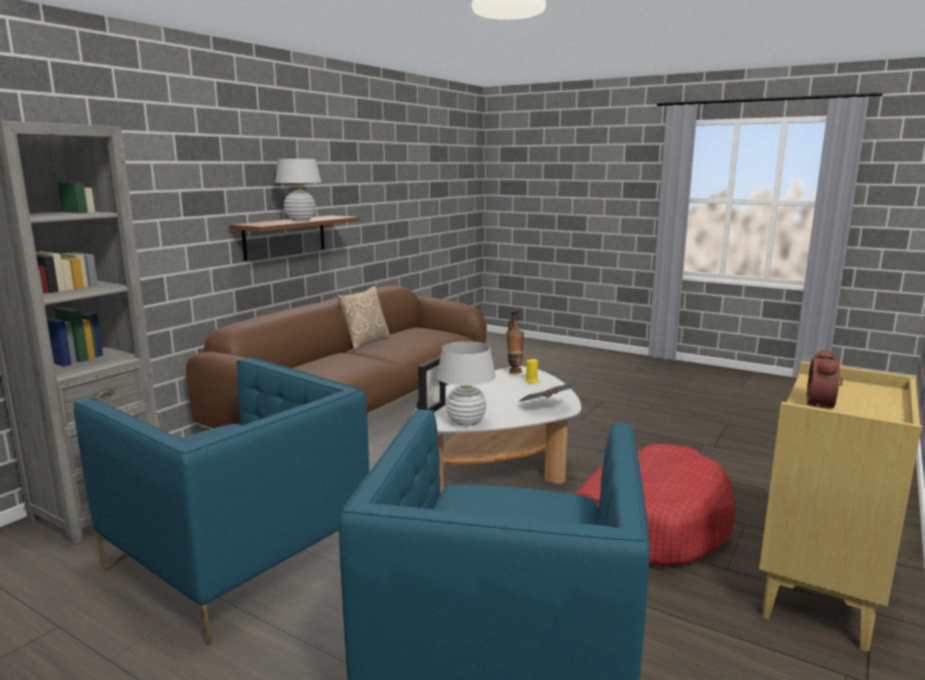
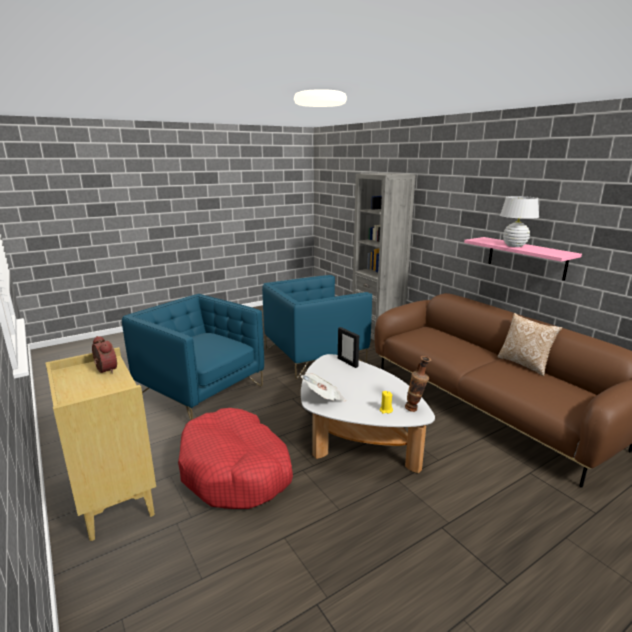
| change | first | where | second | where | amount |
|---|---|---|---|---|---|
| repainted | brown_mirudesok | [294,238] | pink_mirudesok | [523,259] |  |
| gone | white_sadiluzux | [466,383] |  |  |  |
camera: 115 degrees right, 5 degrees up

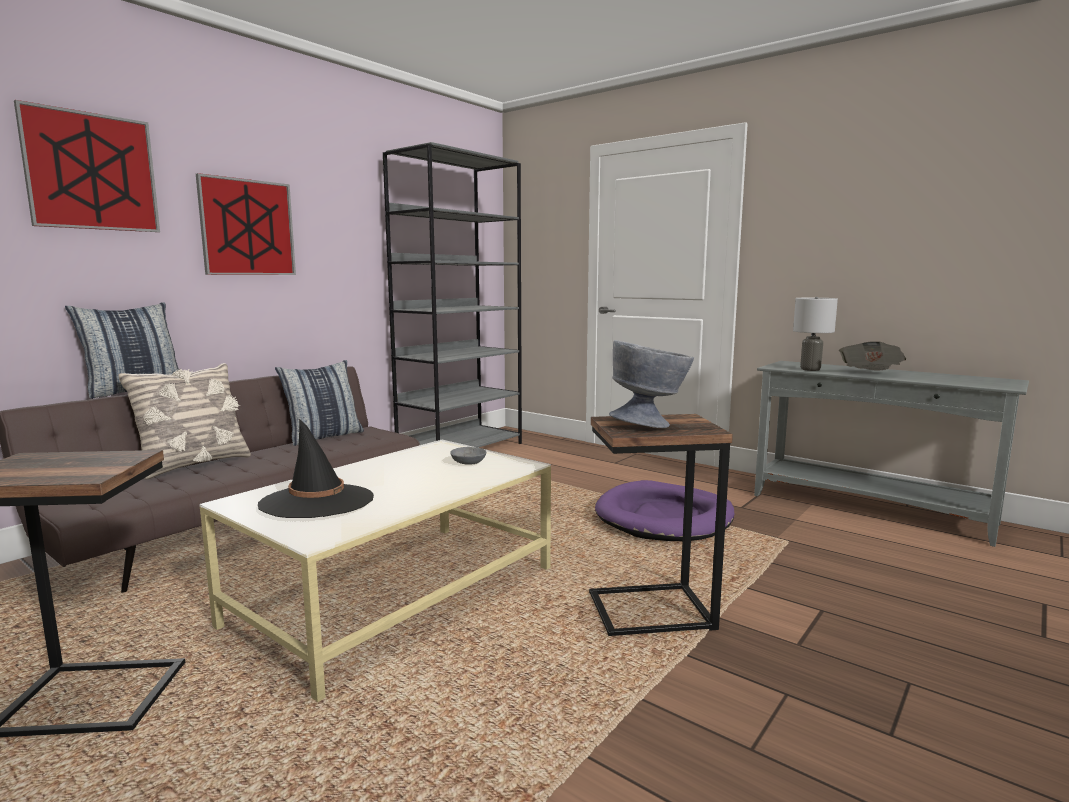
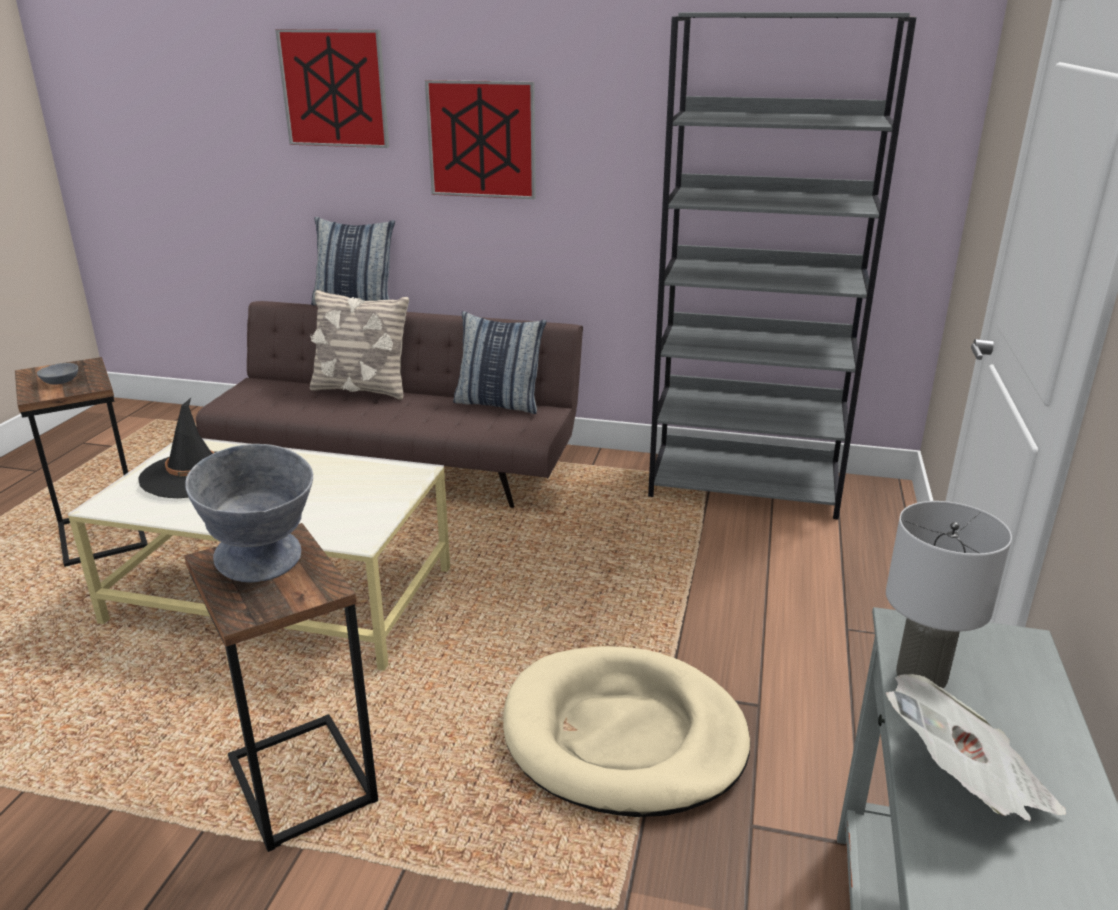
| change | first | where | second | where | amount |
|---|---|---|---|---|---|
| shifted | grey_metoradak | [468,456] |  | [57,374] |  |
| repainted | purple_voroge | [665,510] | beige_voroge | [626,731] |  |
camera: 65 degrees right, 15 degrees up

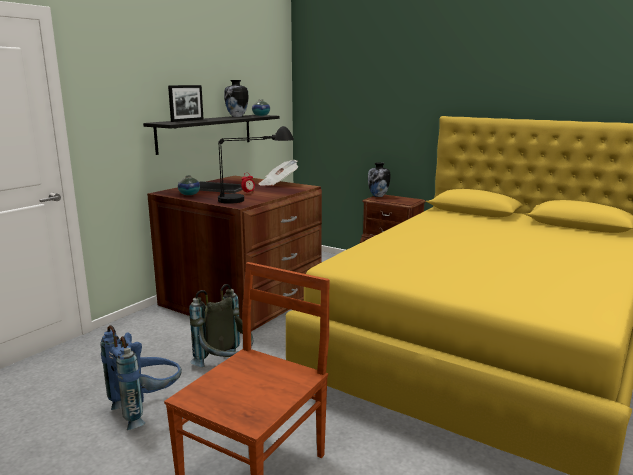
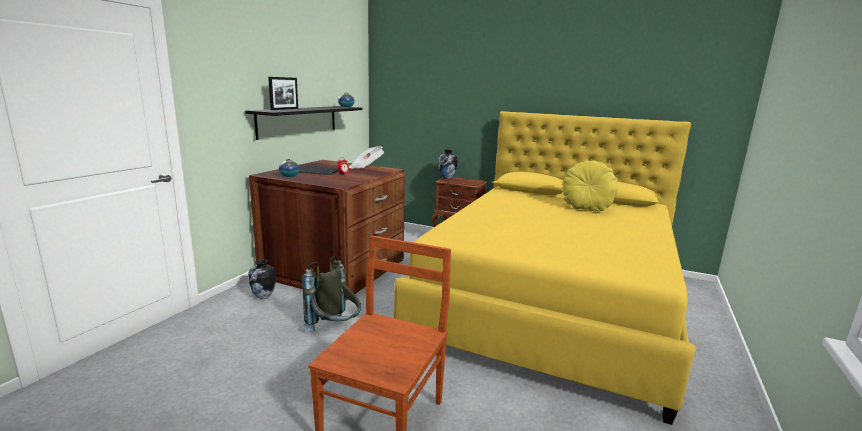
| change | first | where | second | where | amount |
|---|---|---|---|---|---|
| shifted | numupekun | [236,98] |  | [262,279] |  |
| new |  |  | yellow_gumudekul | [590,185] |  |
| gone | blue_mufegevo | [141,377] |  |  |  |
| gone | black_sadiluzux | [256,165] |  |  |  |
camera: 10 degrees left, 0 degrees up

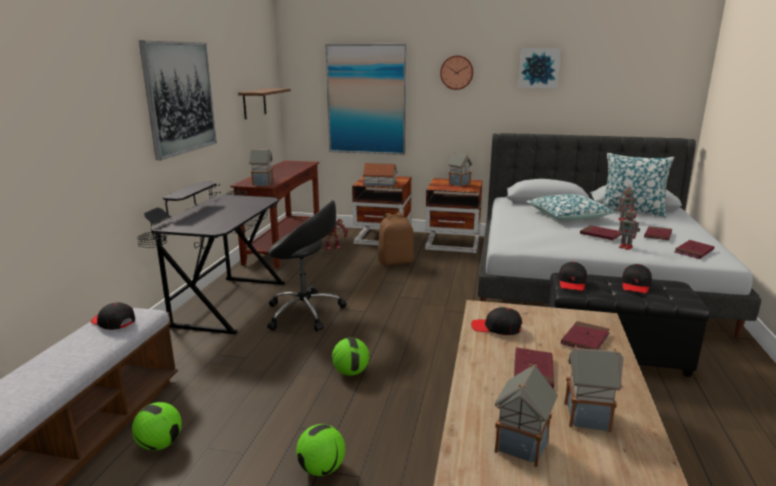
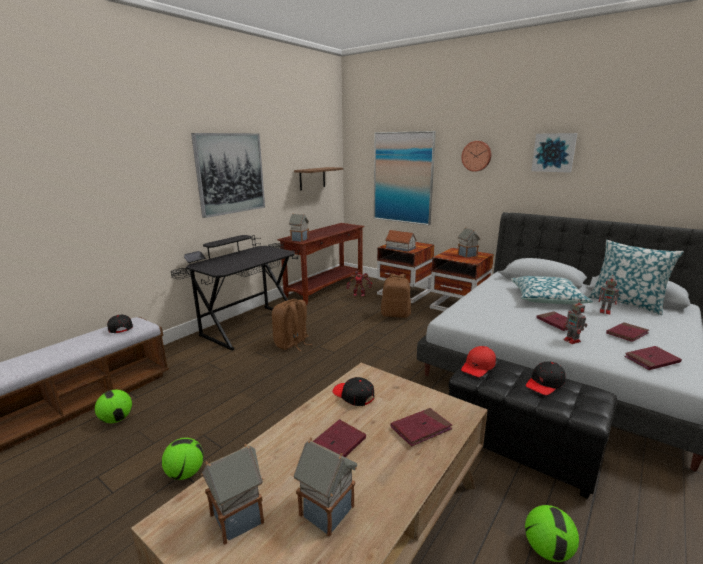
| change | first | where | second | where | amount |
|---|---|---|---|---|---|
| swapped | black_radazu | [307,265] | brown_mufegevo | [292,325] |  |
| repainted | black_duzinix | [573,276] | red_duzinix | [478,361] |  |
| shifted | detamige | [350,357] |  | [552,533] |  |
camera: 25 degrees right, 0 degrees up

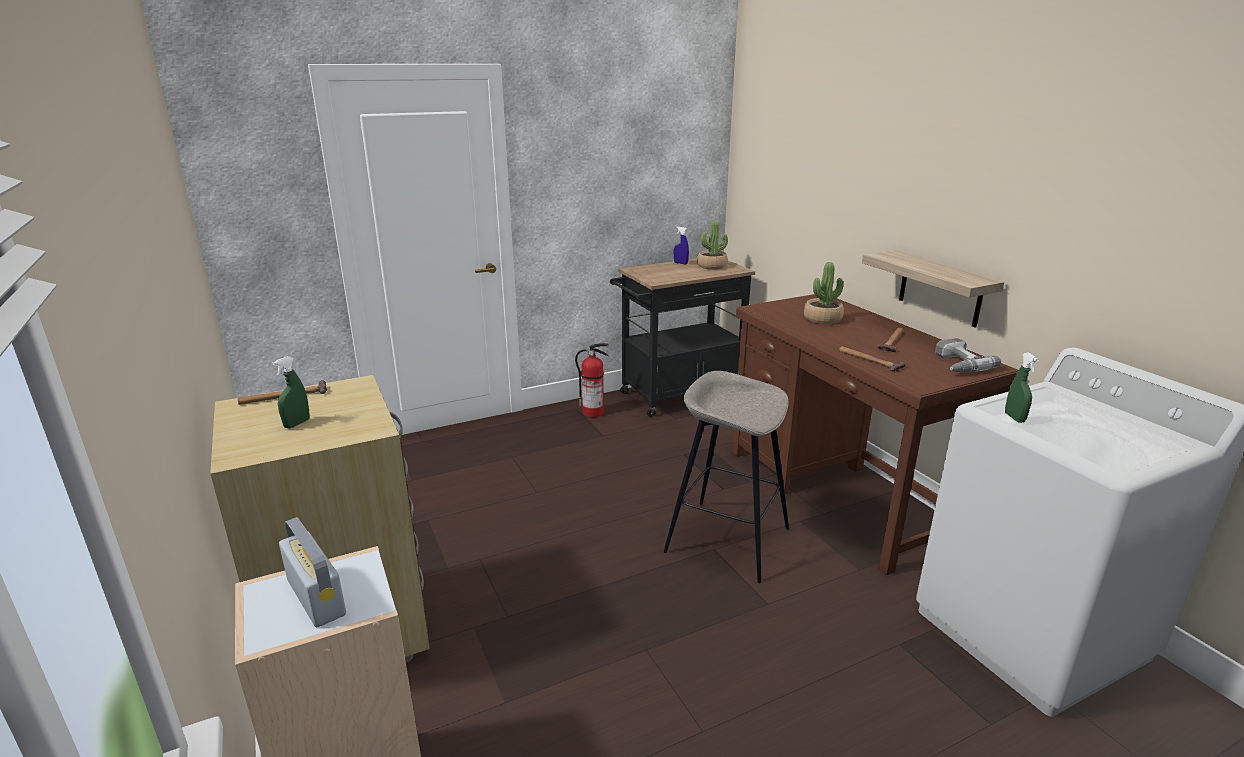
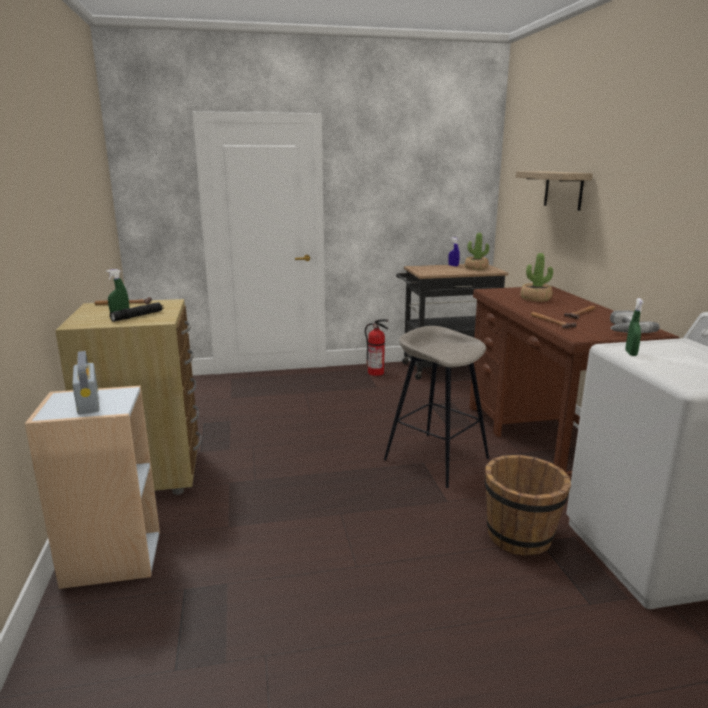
| change | first | where | second | where | amount |
|---|---|---|---|---|---|
| new |  |  | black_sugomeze | [137,312] |  |
| new |  |  | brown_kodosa | [528,505] |  |
| shifted | mirudesok | [933,289] |  | [554,191] |  |
camera: 15 degrees right, 5 degrees down

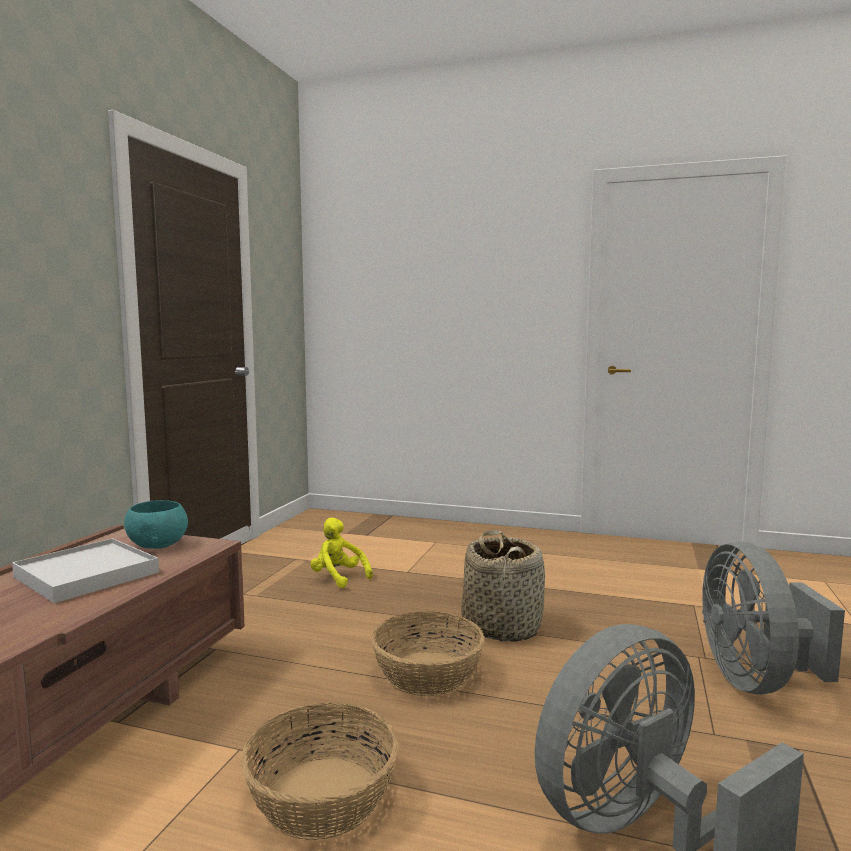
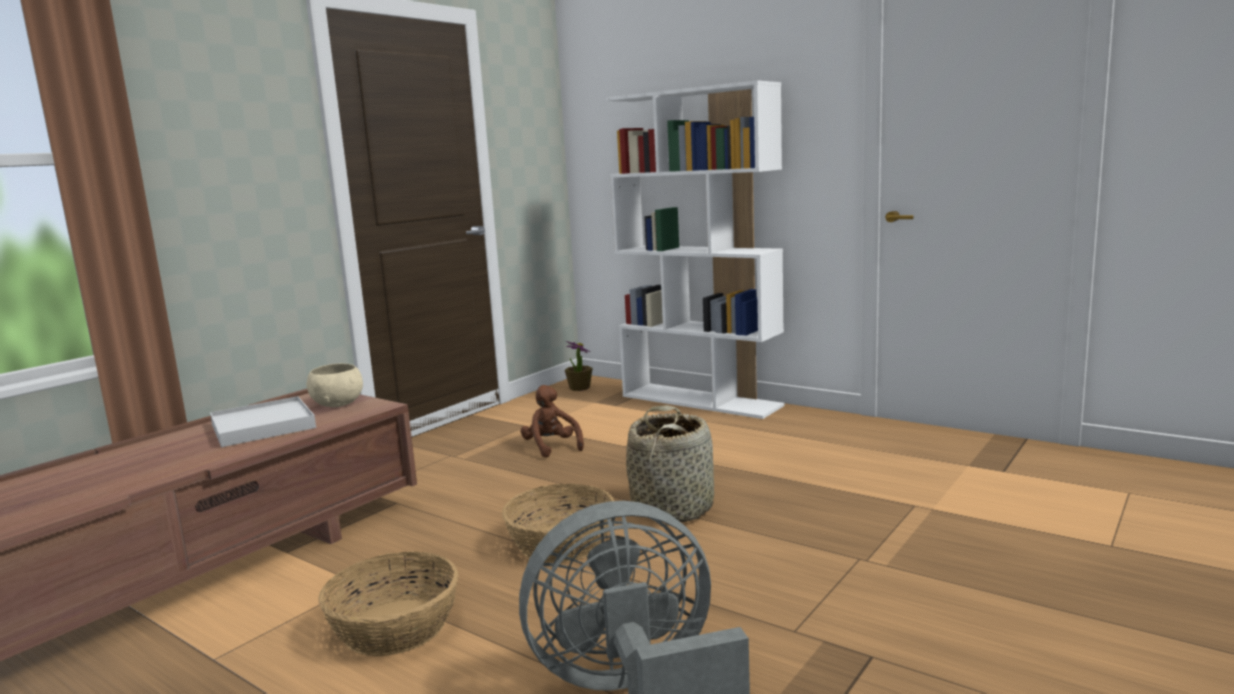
| change | first | where | second | where | amount |
|---|---|---|---|---|---|
| repainted | turquoise_metoradak | [156,524] | beige_metoradak | [335,385] |  |
| repainted | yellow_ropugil | [341,552] | brown_ropugil | [552,421] |  |
| new |  |  | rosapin | [579,366] |  |
| new |  |  | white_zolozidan | [695,249] |  |
| gone | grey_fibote | [773,618] |  |  |  |
camera: 20 degrees right, 5 degrees up

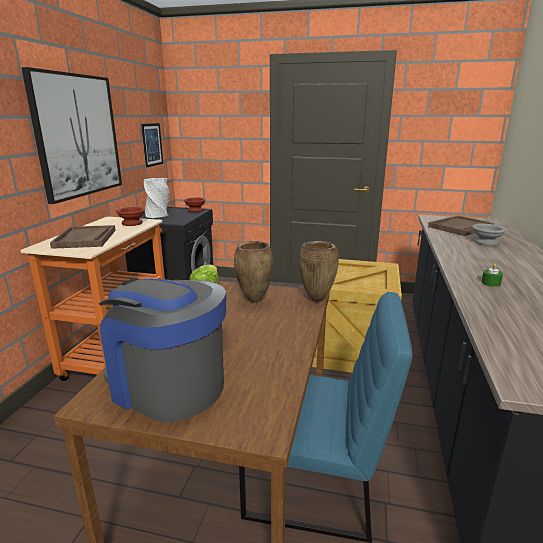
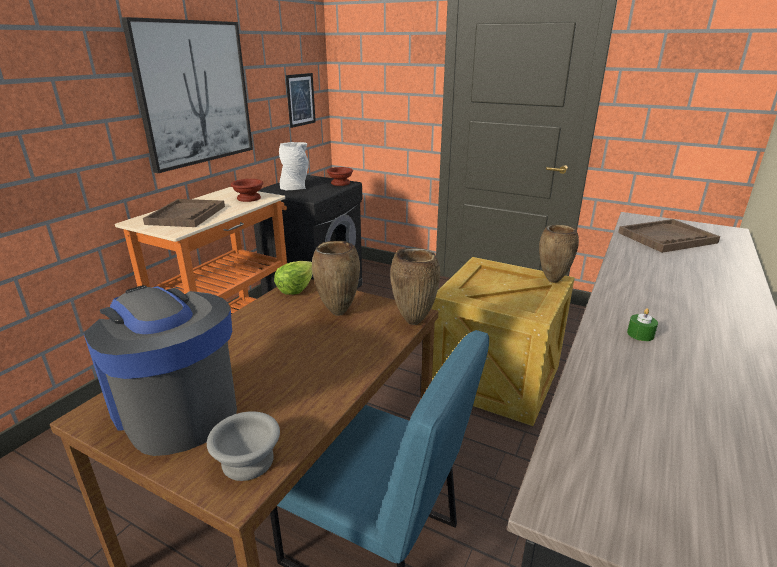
| change | first | where | second | where | amount |
|---|---|---|---|---|---|
| shifted | grey_metoradak | [489,235] |  | [243,446] |  |
| new |  |  | brown_numupekun | [559,254] |  |
camera: 15 degrees right, 5 degrees up

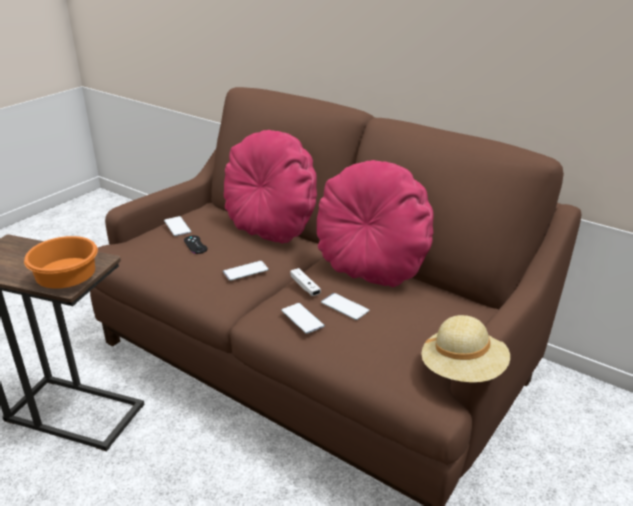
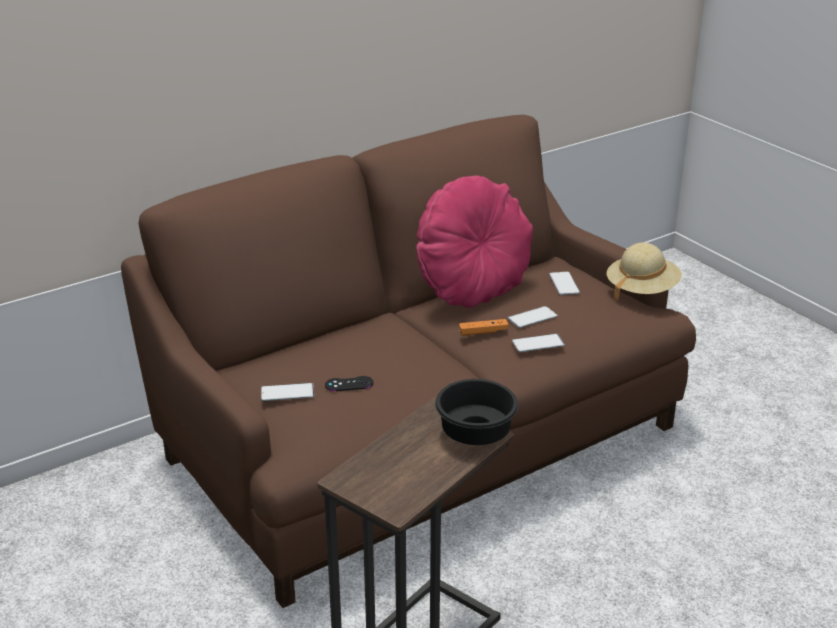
| change | first | where | second | where | amount |
|---|---|---|---|---|---|
| repainted | orange_metoradak | [61,262] | black_metoradak | [476,412] |  |
| repainted | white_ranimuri | [305,282] | orange_ranimuri | [483,327] |  |
| shifted | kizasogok | [246,271] |  | [564,283] |  |
| gone | pink_gumudekul | [270,186] |  |  |  |
camera: 70 degrees left, 0 degrees up

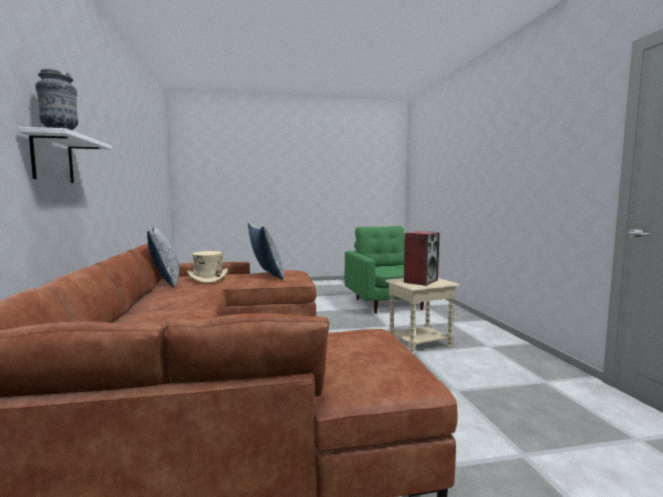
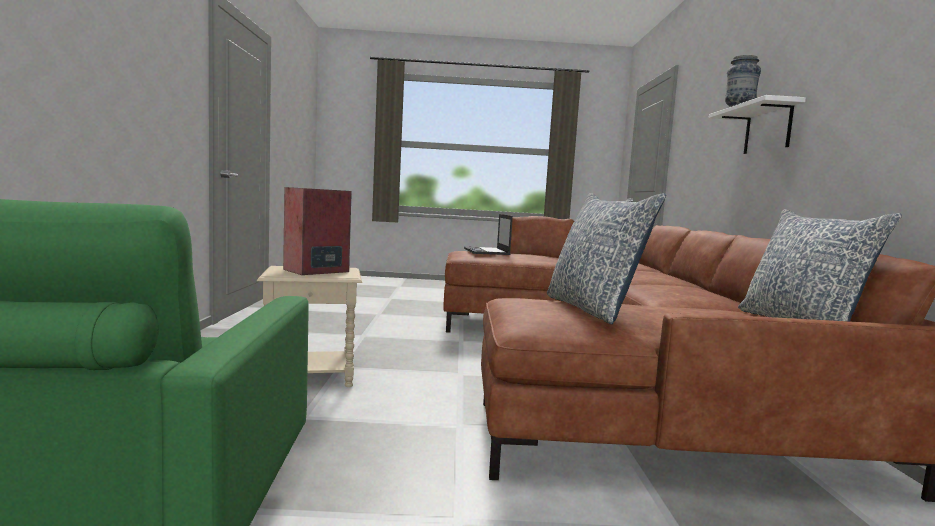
| change | first | where | second | where | amount |
|---|---|---|---|---|---|
| new |  |  | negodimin | [488,234] |  |
| gone | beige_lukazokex | [207,267] |  |  |  |
camera: 170 degrees left, 0 degrees up

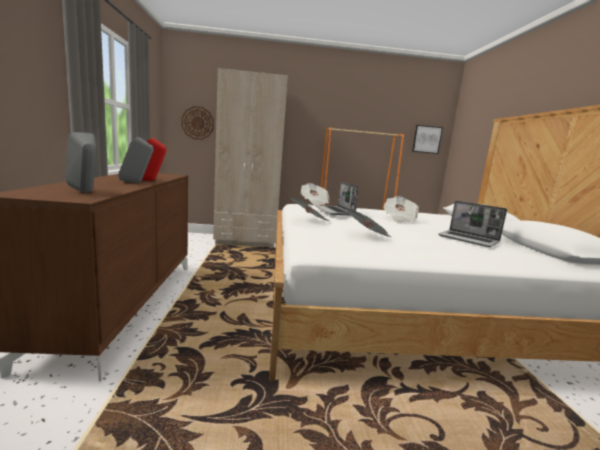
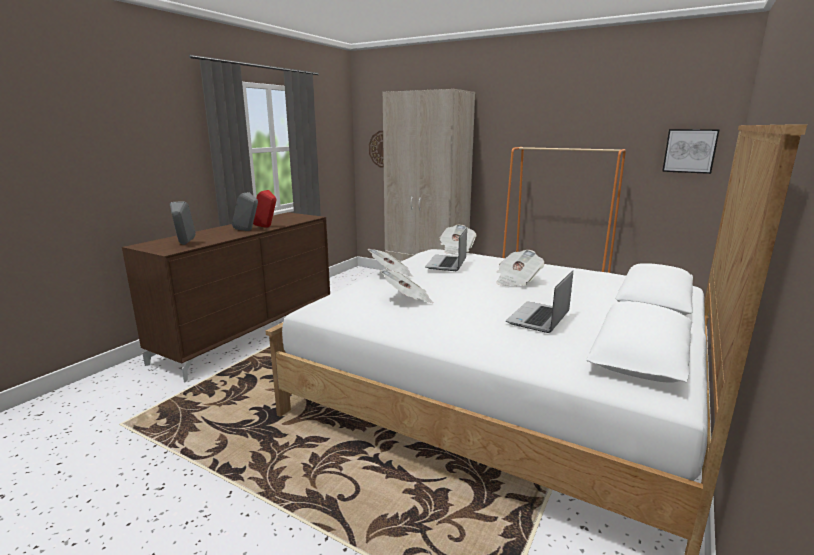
| change | first | where | second | where | amount |
|---|---|---|---|---|---|
| rotated | negodimin | [472,224] |  | [539,302] | 45 degrees clockwise |
camera: 35 degrees right, 5 degrees up

